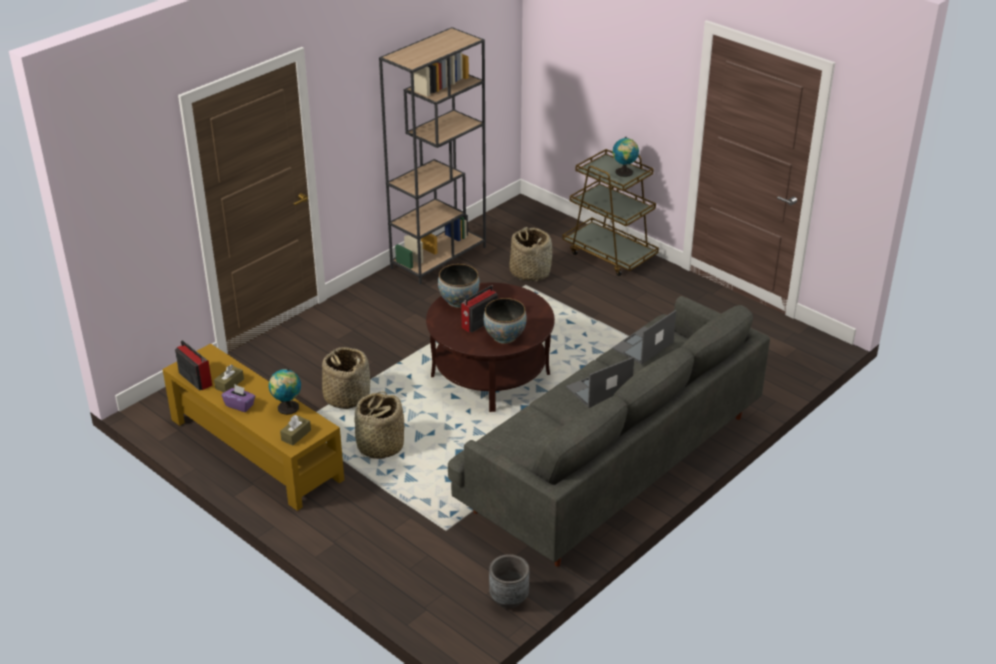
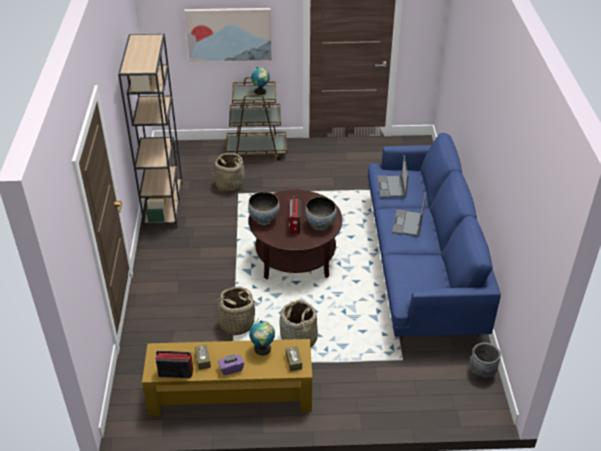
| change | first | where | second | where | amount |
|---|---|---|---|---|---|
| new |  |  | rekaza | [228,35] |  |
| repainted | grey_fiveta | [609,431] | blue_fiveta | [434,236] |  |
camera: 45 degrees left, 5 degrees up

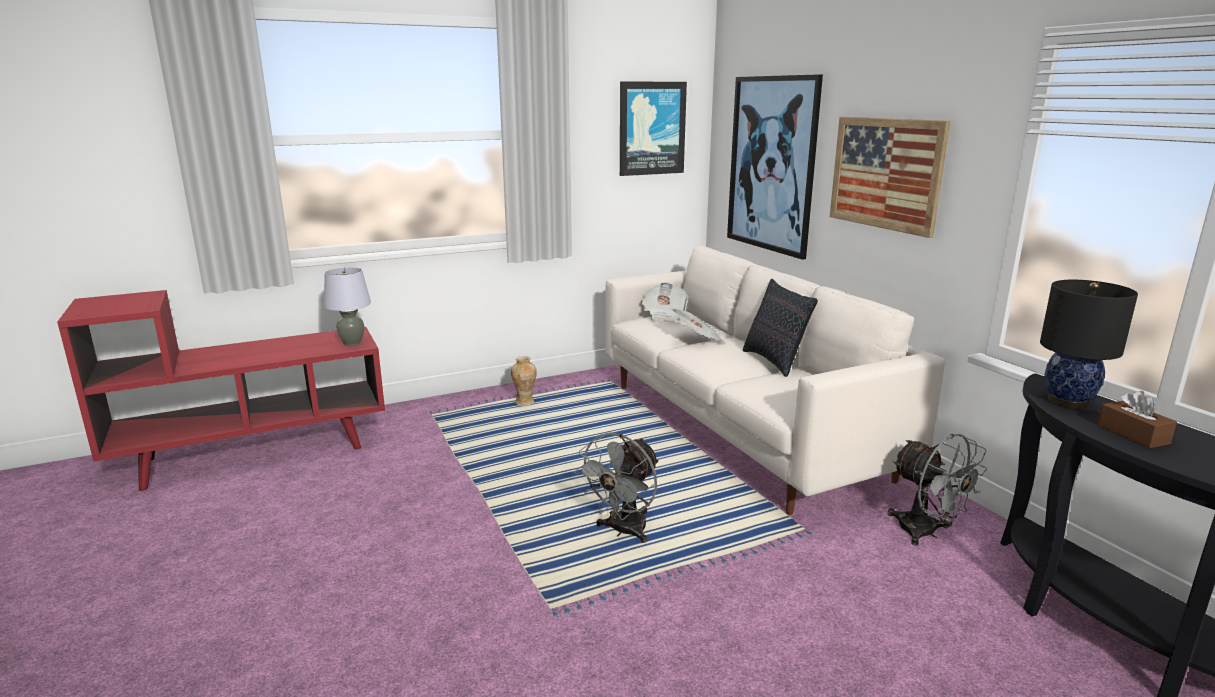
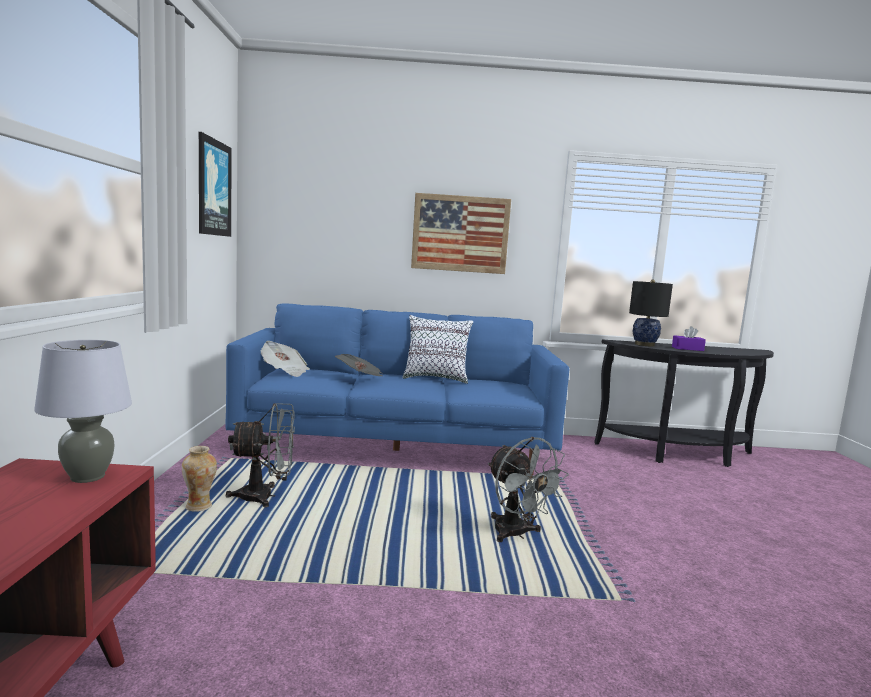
| change | first | where | second | where | amount |
|---|---|---|---|---|---|
| repainted | white_fiveta | [775,380] | blue_fiveta | [397,389] |  |
| shifted | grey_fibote | [937,490] |  | [260,455] |  |
| repainted | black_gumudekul | [780,328] | white_gumudekul | [437,349] |  |
| repainted | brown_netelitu | [1137,419] | purple_netelitu | [689,338] |  |
| gone | rekaza | [775,167] |  |  |  |
camera: 65 degrees left, 10 degrees down

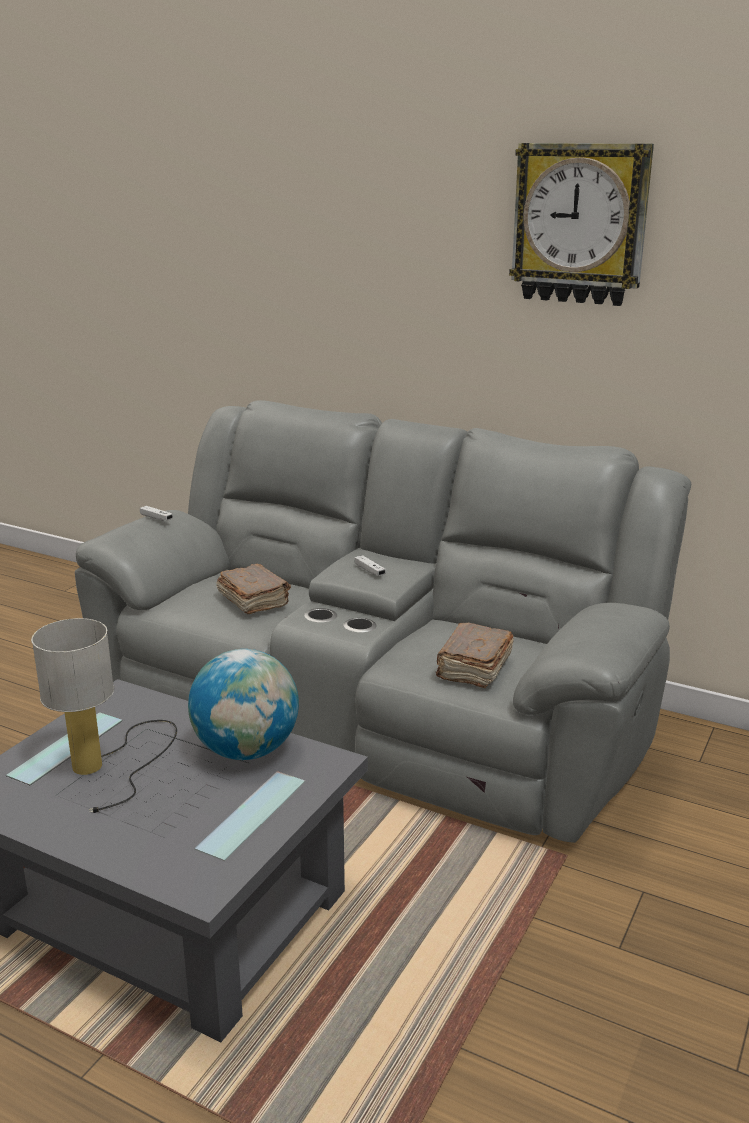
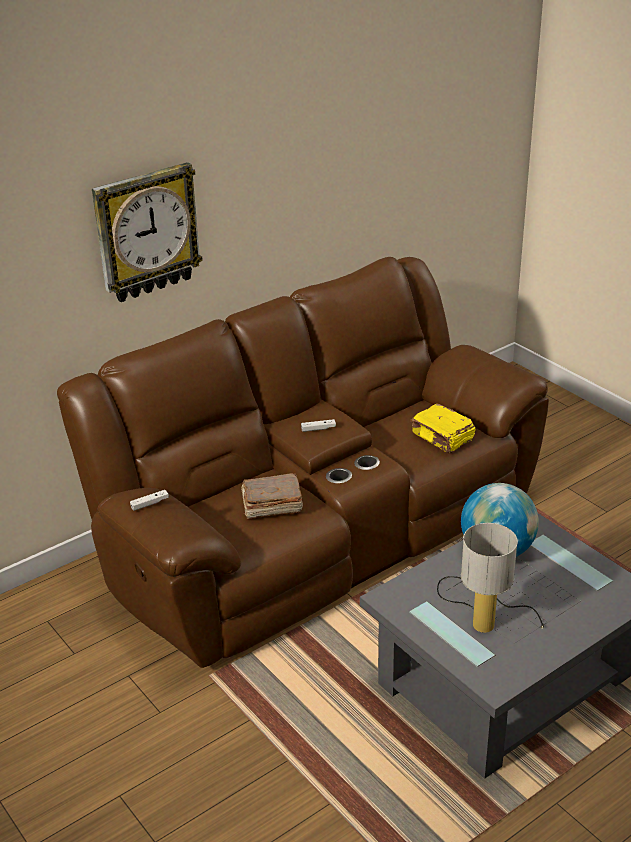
| change | first | where | second | where | amount |
|---|---|---|---|---|---|
| repainted | grey_fiveta | [383,621] | brown_fiveta | [303,462] |  |
| shifted | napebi | [581,224] |  | [147,232] |  |
| repainted | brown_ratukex | [475,655] | yellow_ratukex | [442,428] |  |
camera: 65 degrees left, 10 degrees up

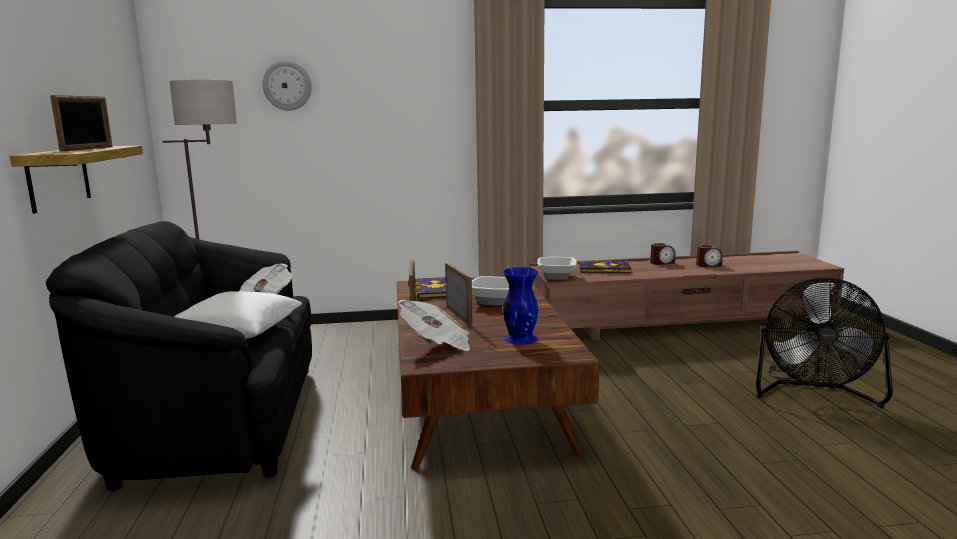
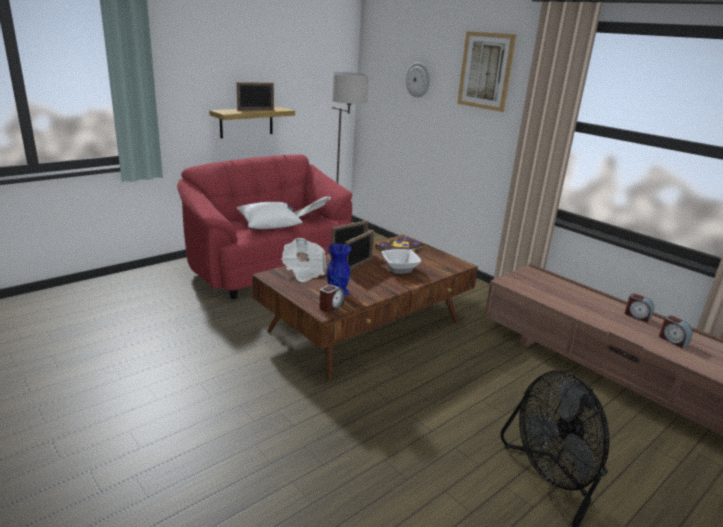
| change | first | where | second | where | amount |
|---|---|---|---|---|---|
| repainted | black_fiveta | [179,356] | red_fiveta | [264,227] |  |
| new |  |  | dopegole | [331,298] |  |
| new |  |  | rekaza | [487,71] |  |
| gone | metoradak | [557,268] |  |  |  |
| gone | ratukex | [605,267] |  |  |  |
camera: 55 degrees right, 10 degrees up

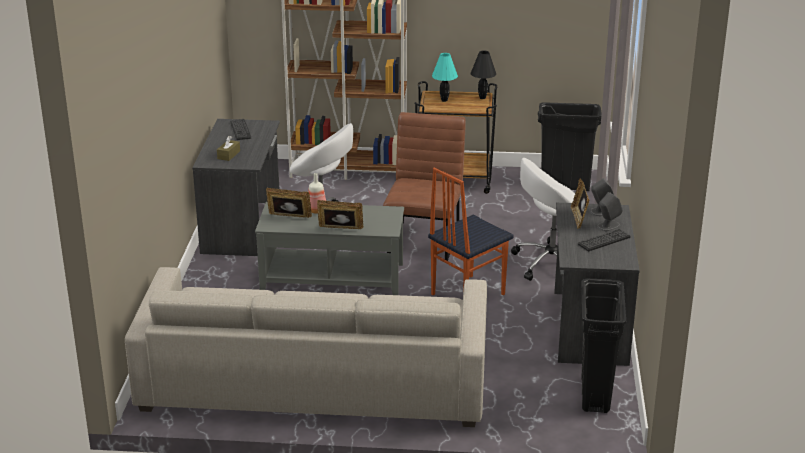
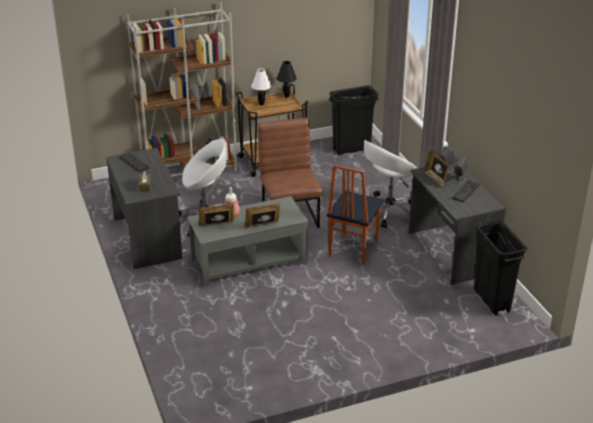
| change | first | where | second | where | amount |
|---|---|---|---|---|---|
| repainted | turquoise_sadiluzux | [445,77] | white_sadiluzux | [261,86] |  |
| gone | beige_fiveta | [306,347] |  |  |  |
camera: 25 degrees left, 5 degrees up

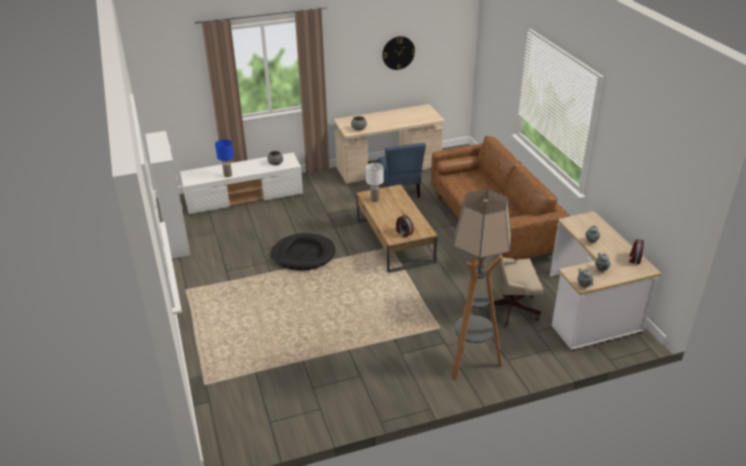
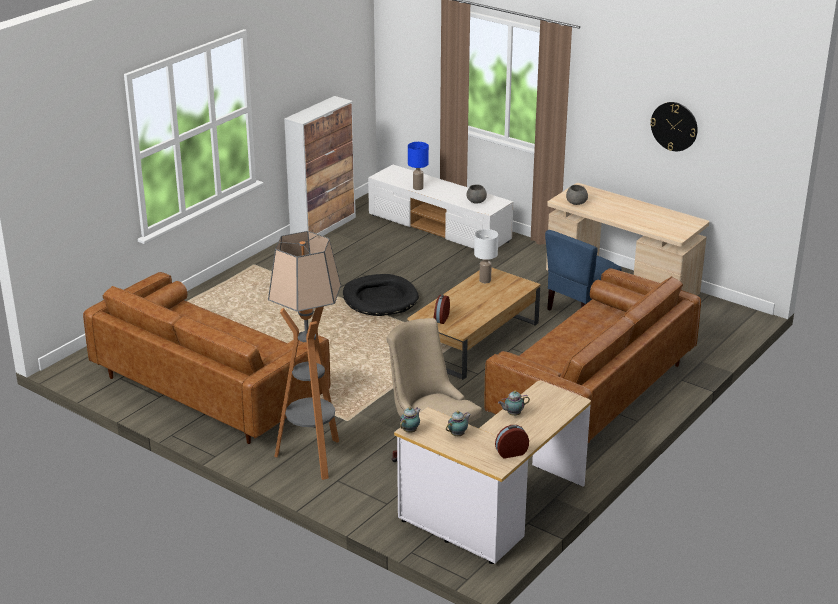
| change | first | where | second | where | amount |
|---|---|---|---|---|---|
| new |  |  | brown_fiveta | [206,358] |  |
camera: 55 degrees right, 5 degrees down

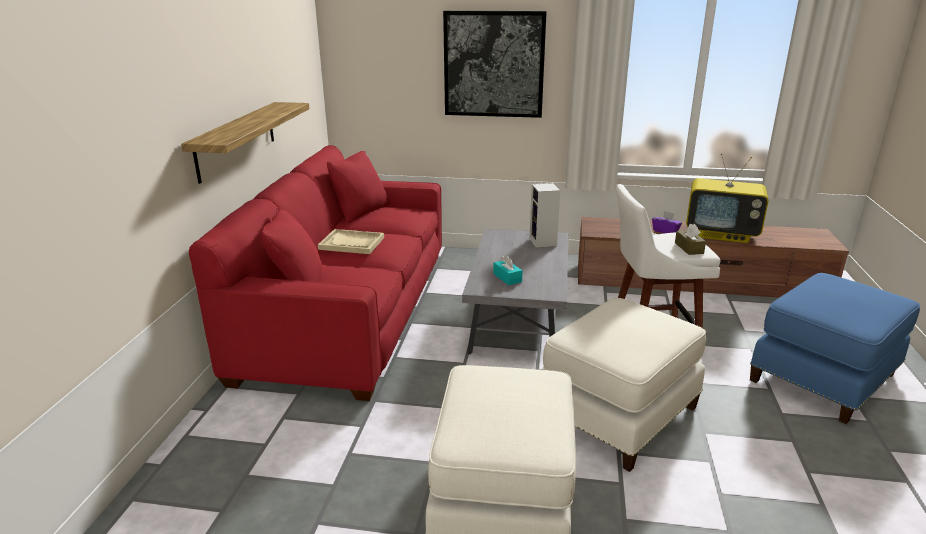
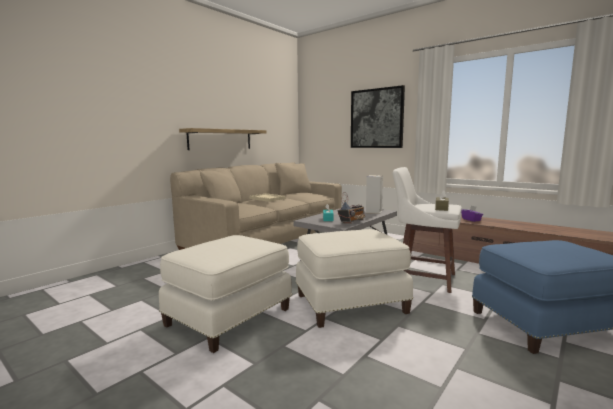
| change | first | where | second | where | amount |
|---|---|---|---|---|---|
| repainted | red_fiveta | [315,273] | beige_fiveta | [256,206] |  |
| new |  |  | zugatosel | [351,208] |  |
| gone | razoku | [727,198] |  |  |  |
camera: 30 degrees right, 15 degrees down

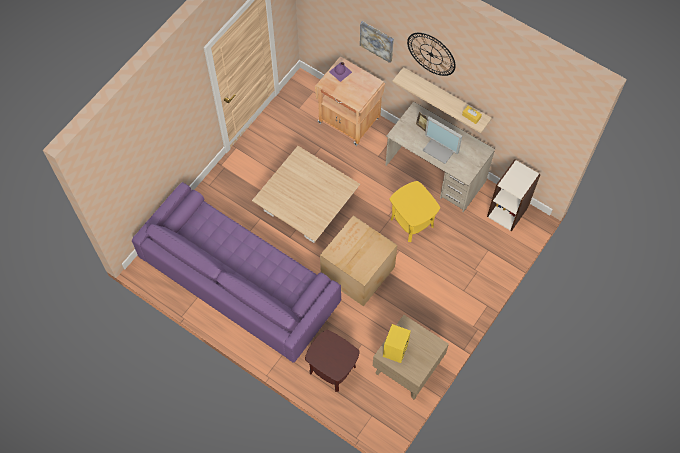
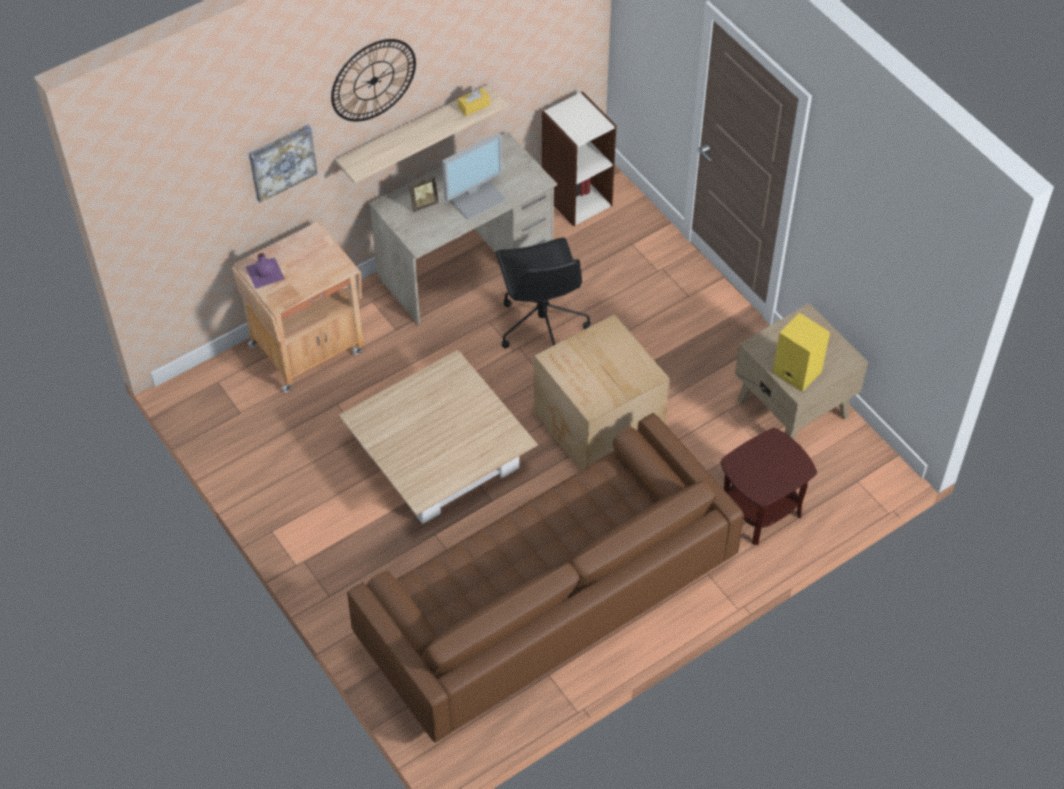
| change | first | where | second | where | amount |
|---|---|---|---|---|---|
| repainted | purple_fiveta | [236,272] | brown_fiveta | [545,578] |  |
| swapped | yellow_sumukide | [415,211] | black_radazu | [543,292] |  |
camera: 70 degrees left, 10 degrees down

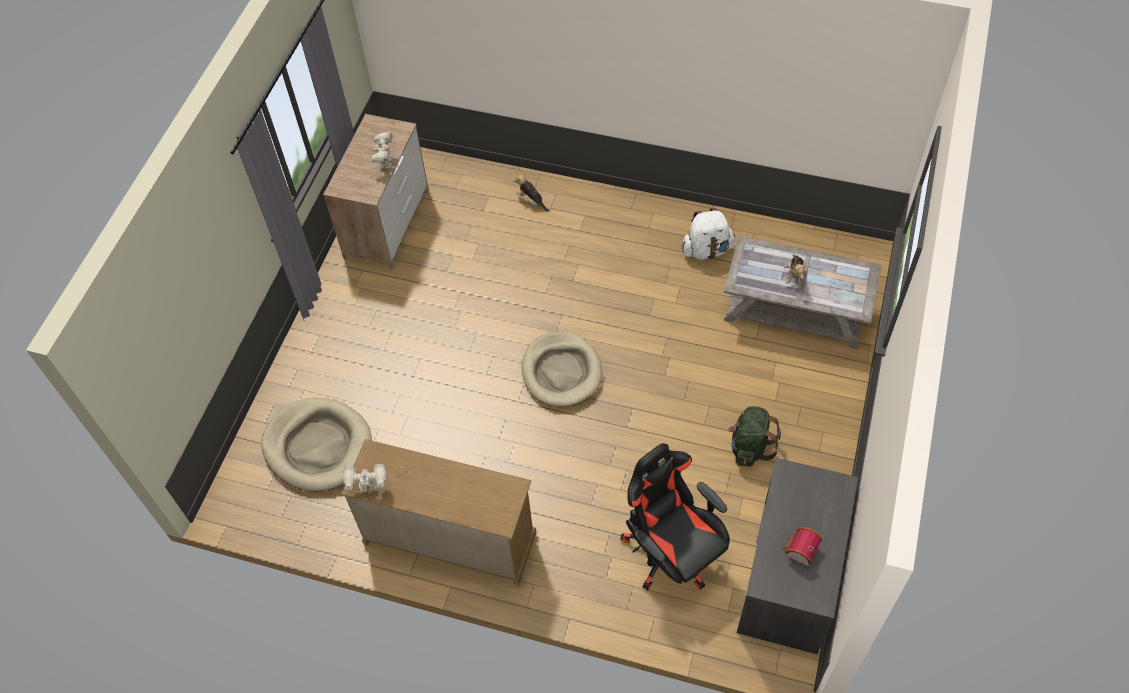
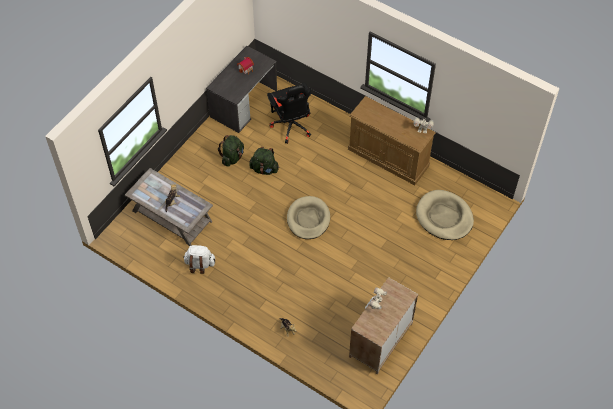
| change | first | where | second | where | amount |
|---|---|---|---|---|---|
| new |  |  | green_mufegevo | [264,161] |  |
camera: 165 degrees left, 0 degrees up

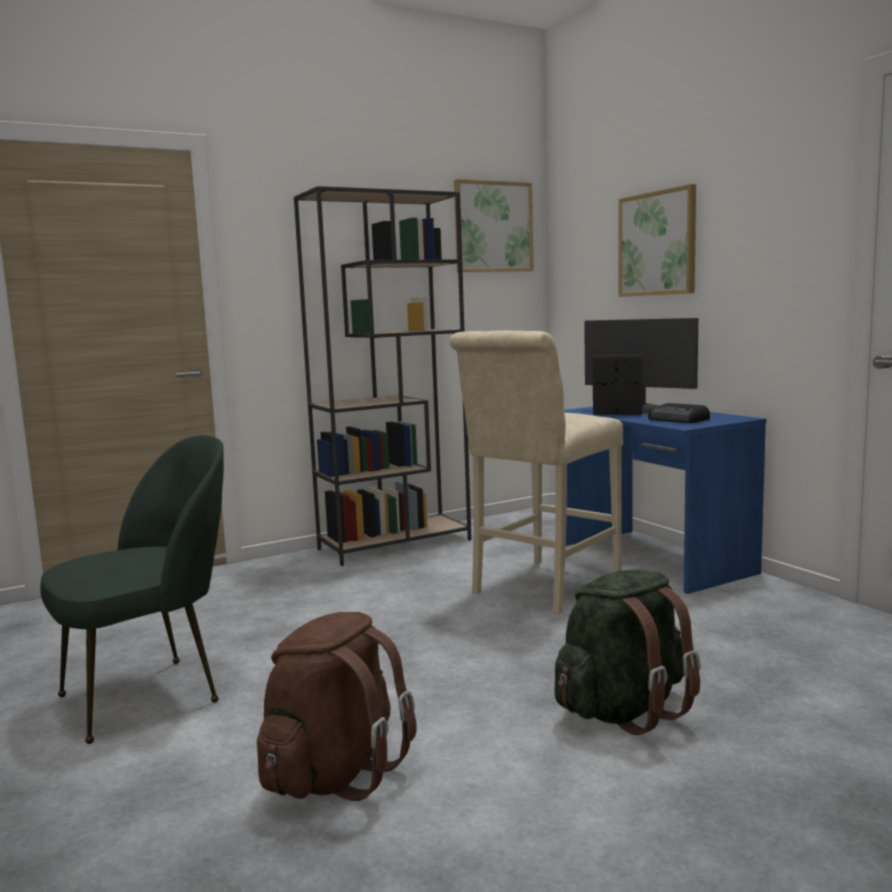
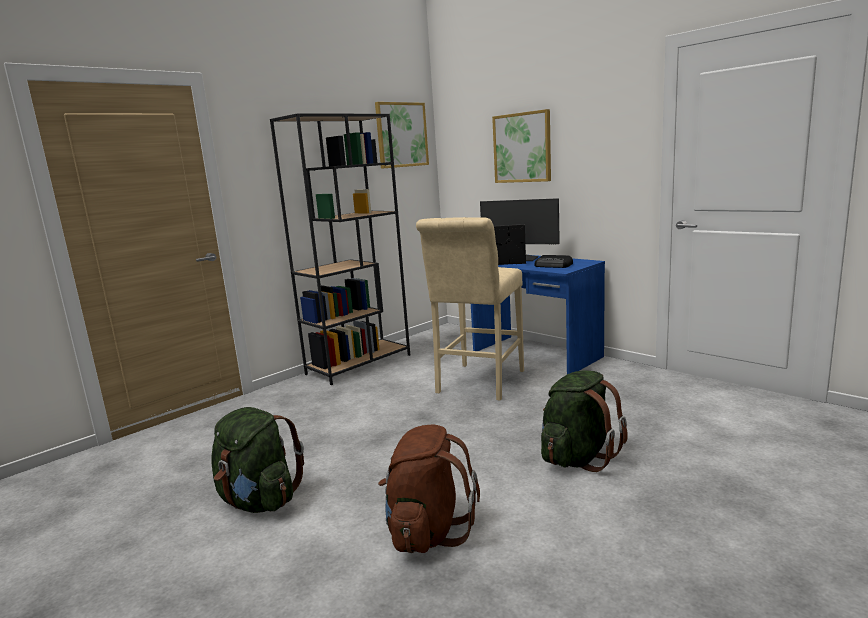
| change | first | where | second | where | amount |
|---|---|---|---|---|---|
| swapped | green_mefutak | [132,589] | green_mufegevo | [258,460] |  |
camera: 15 degrees left, 5 degrees up

